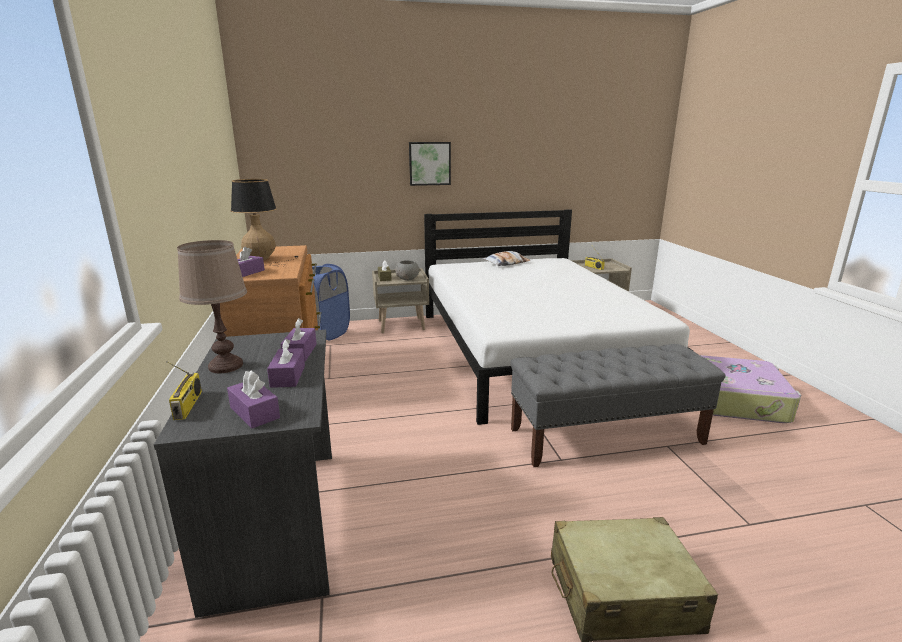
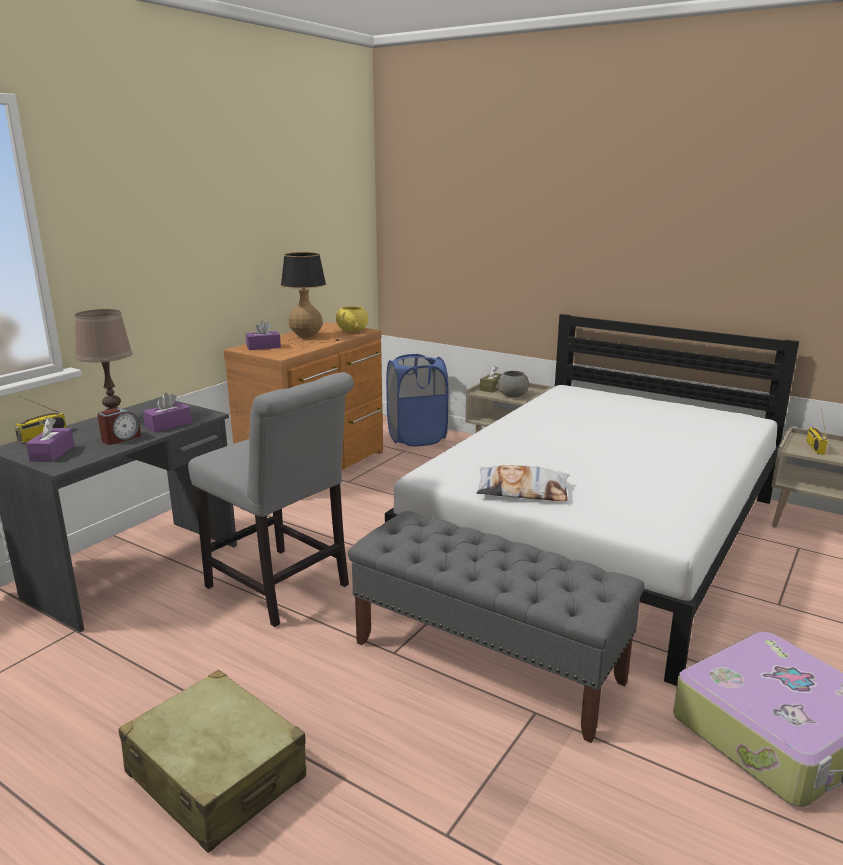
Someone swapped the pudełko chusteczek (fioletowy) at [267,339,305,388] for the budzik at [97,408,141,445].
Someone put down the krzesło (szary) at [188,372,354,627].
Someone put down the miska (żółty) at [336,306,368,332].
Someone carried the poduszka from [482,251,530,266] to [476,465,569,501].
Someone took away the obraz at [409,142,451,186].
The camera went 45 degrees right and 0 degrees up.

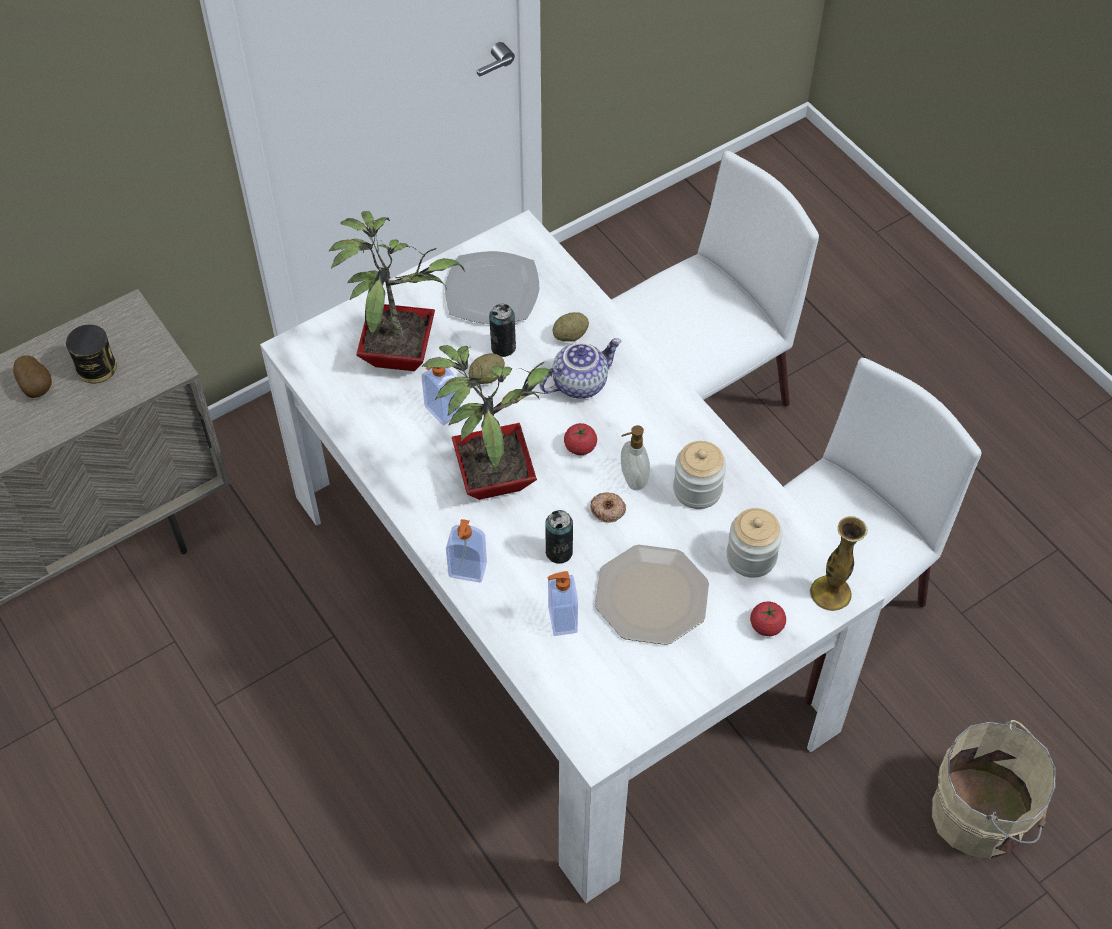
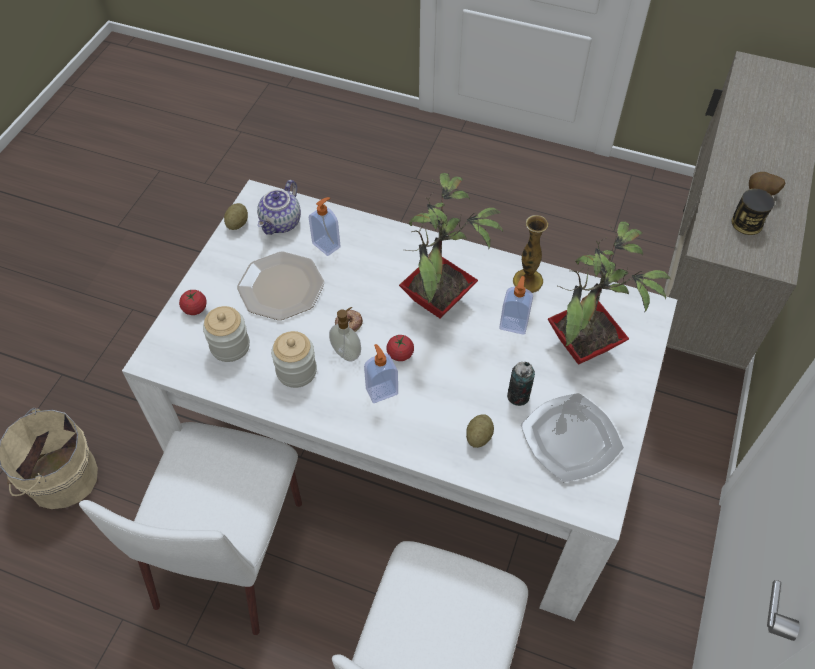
Someone carried the ziemniak from [468,353,505,384] to [224,203,248,230].
Someone carried the imbryk from [540,338,621,399] to [257,180,301,235].
Someone carried the dozownik mydła from [446,519,487,582] to [364,344,398,403].
Someone carried the wazon from [809,516,868,611] to [513,215,548,293].
Someone took away the puszka at [545,510,573,564].
The camera went 145 degrees right and 0 degrees up.

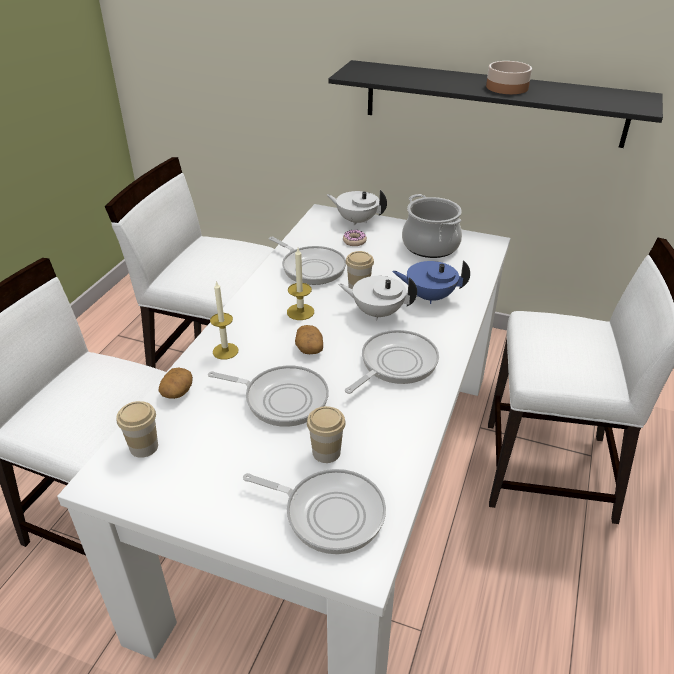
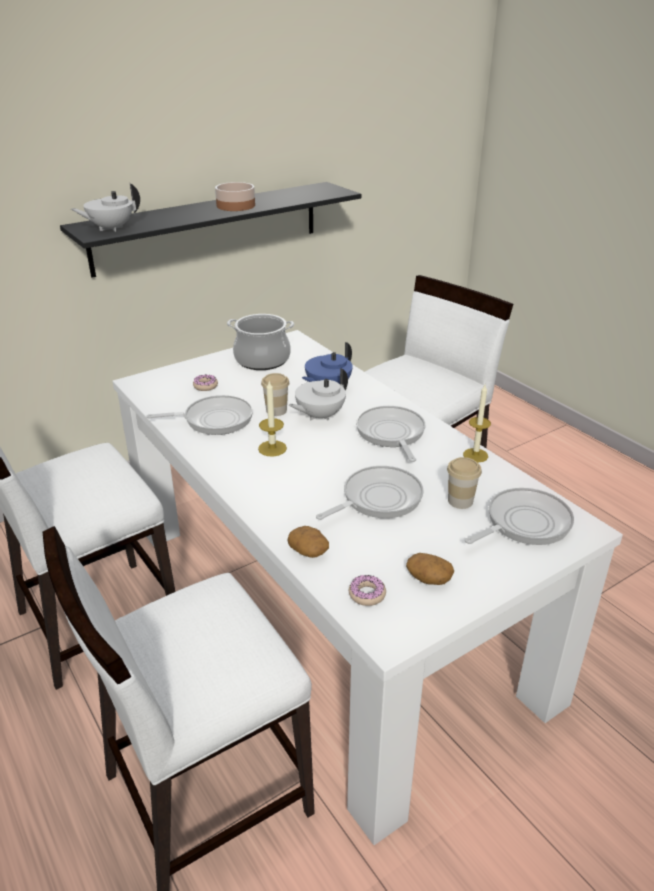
Someone carried the imbryk (biały) from [327,190,387,226] to [71,183,140,232].
Someone swapped the filiżanka at [117,401,158,458] for the donut at [349,575,386,606].
Someone carried the ziemniak from [295,325,323,354] to [406,553,454,585].
Someone carried the świeca from [210,281,239,360] to [463,385,491,463].
The camera went 55 degrees left and 5 degrees down.

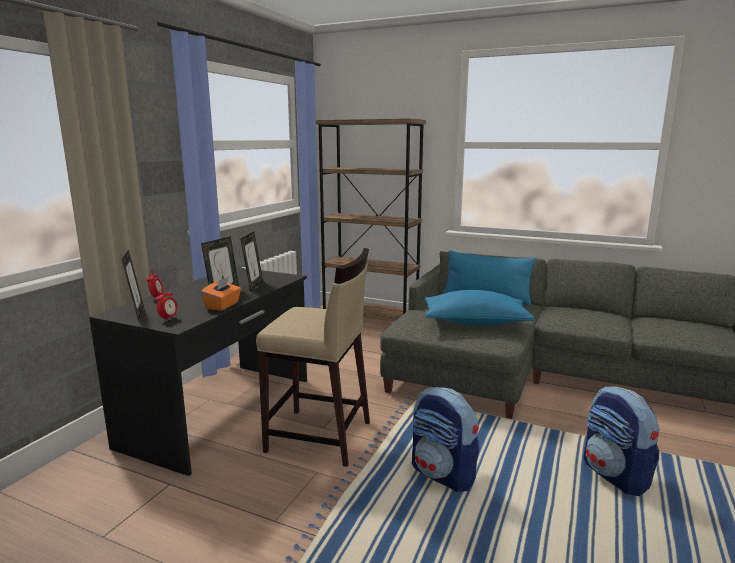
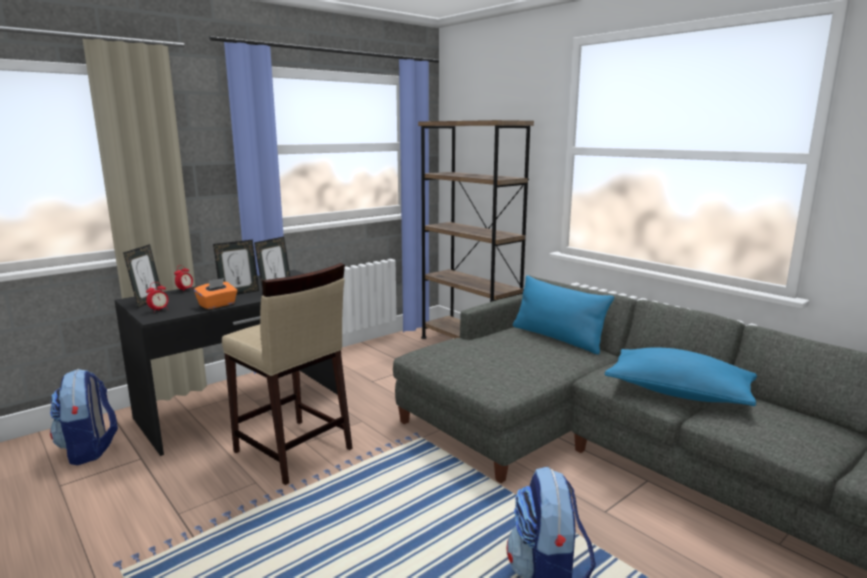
Someone carried the plecak from [412,387,480,492] to [50,369,118,465].
Someone carried the poduszka (niebieski) from [425,290,534,326] to [605,348,757,406].
The camera went 25 degrees right and 0 degrees up.

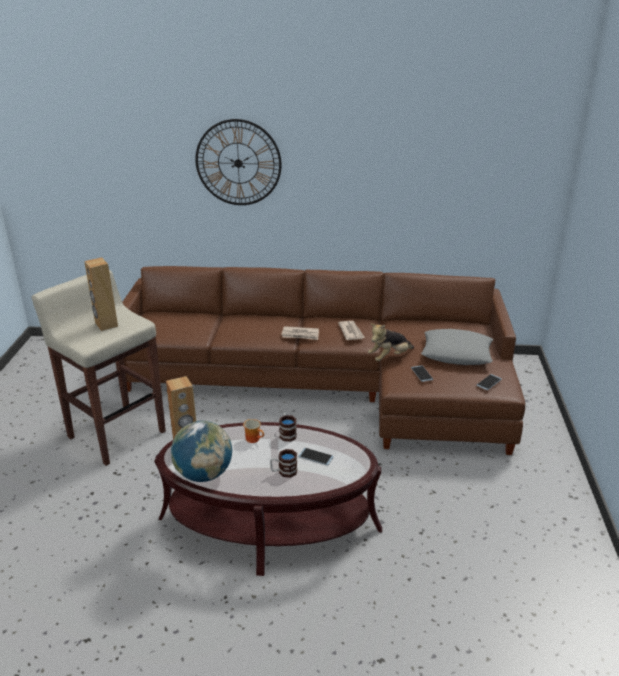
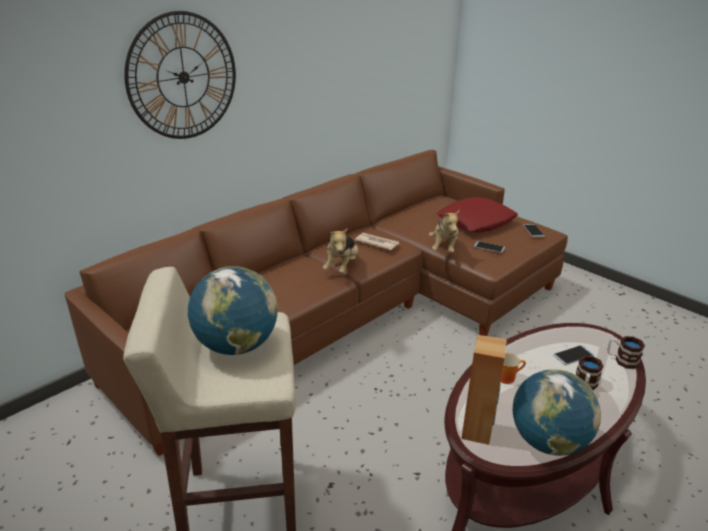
Someone swapped the głośnik (brązowy) at [84,257,118,331] for the globus at [188,266,278,355].
Someone swapped the gazeta at [281,326,319,340] for the pluszak at [323,228,358,274].
Someone repainted the poduszka (szary) at [421,329,493,365], which became the poduszka (czerwony) at [437,197,518,232].
Someone carried the kubek from [279,413,297,442] to [607,336,645,369].
The camera went 50 degrees left and 0 degrees up.

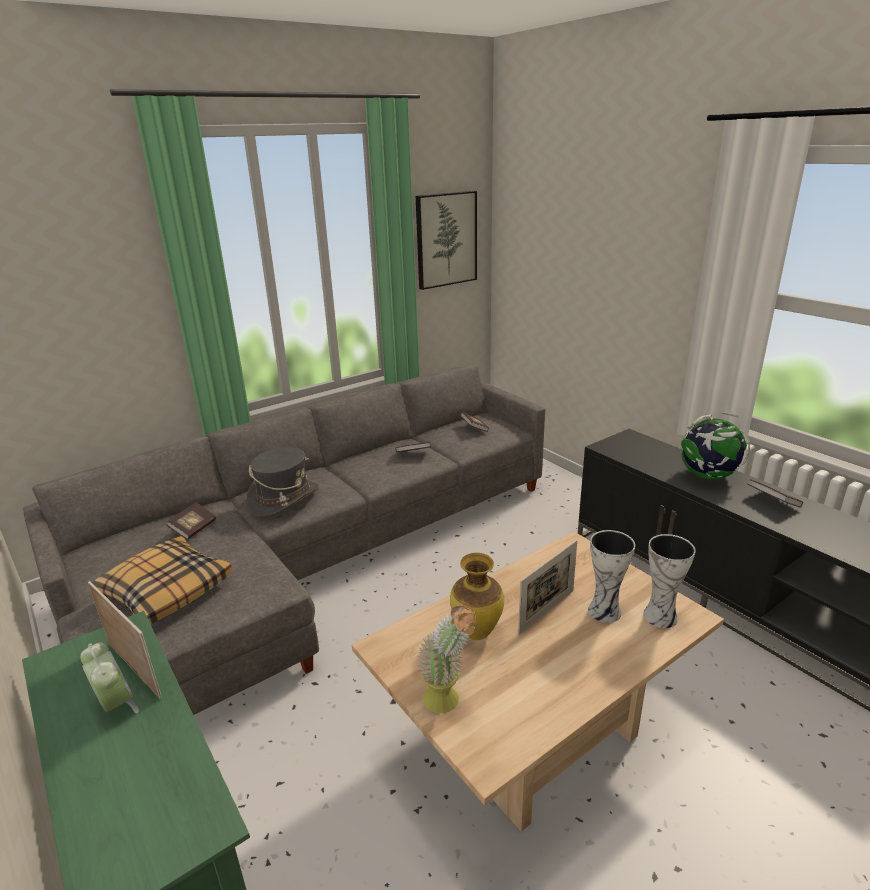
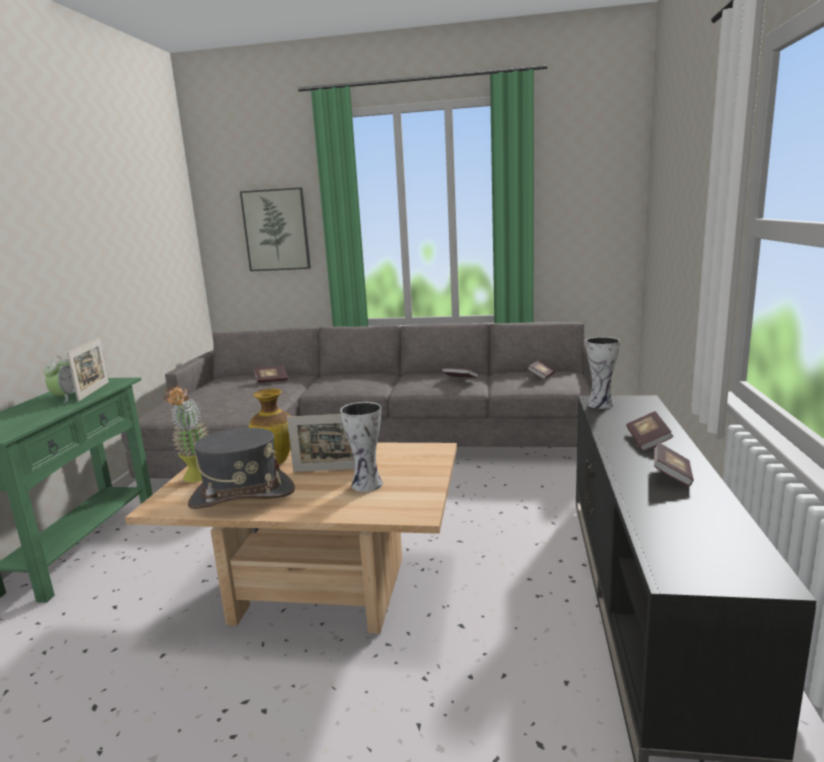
Someone carried the kapelusz (szary) from [246,447,319,517] to [188,428,295,509].
Someone carried the obraz from [416,191,477,290] to [240,188,311,271].
Someone carried the wazon from [643,534,696,628] to [585,337,620,409].
Someone swapped the globus at [681,412,750,480] for the książka at [626,411,674,451].
Someone took away the poduszka at [92,536,232,624].
The camera went 45 degrees right and 10 degrees down.

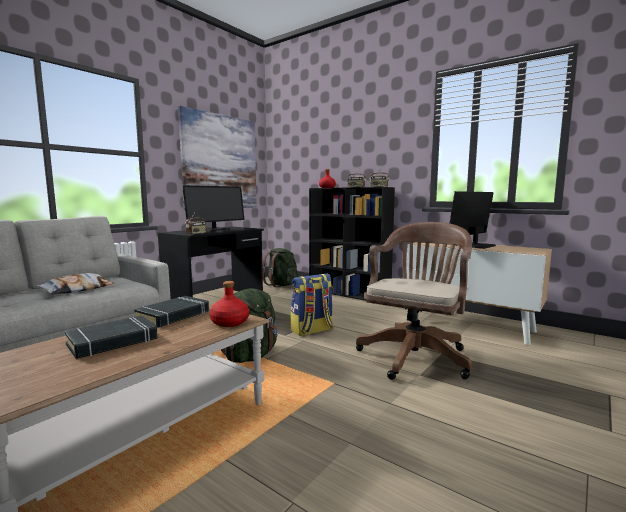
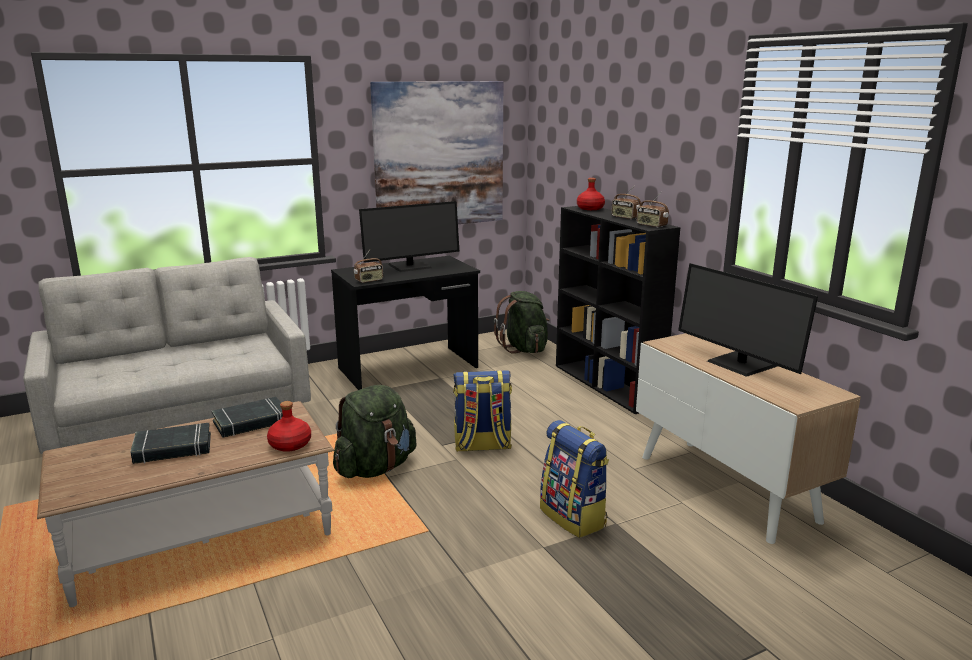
Someone swapped the krzesło biurowe (brązowy) at [356,222,472,380] for the plecak at [540,420,609,538].
Someone rotated the monitor at [450,191,496,249] by 105 degrees counterclockwise.
Someone took away the poduszka at [36,273,114,295].
The camera went 25 degrees right and 10 degrees up.

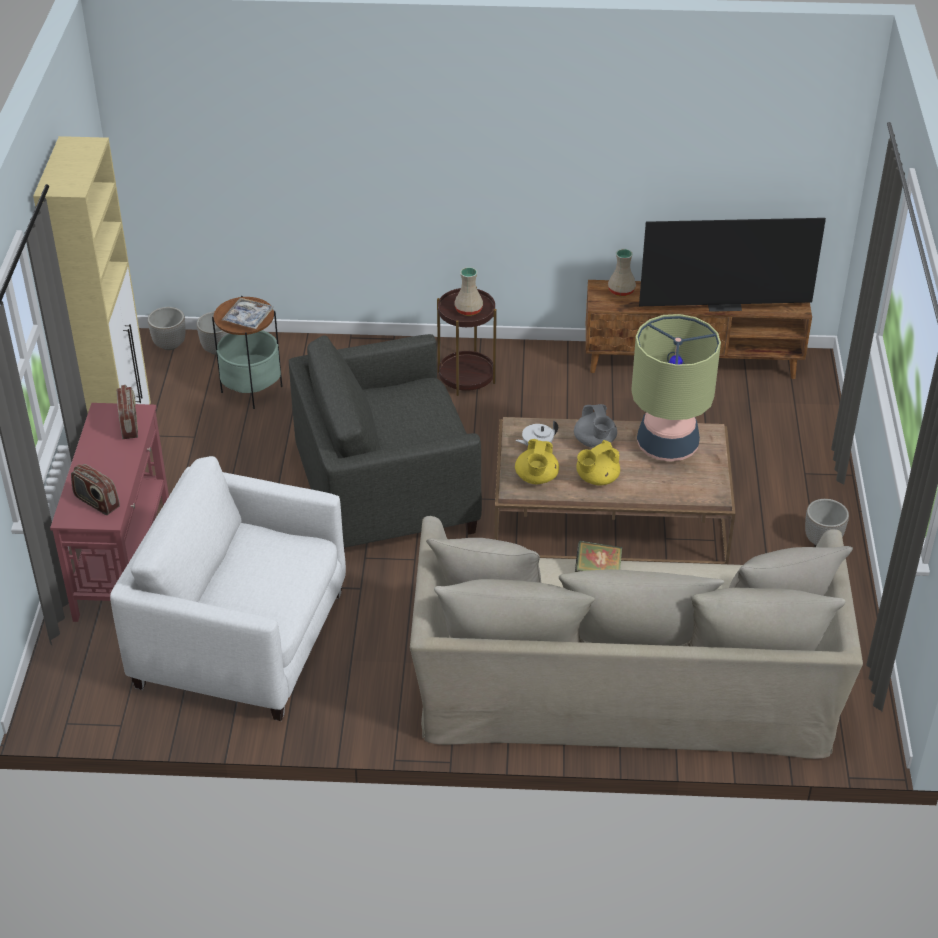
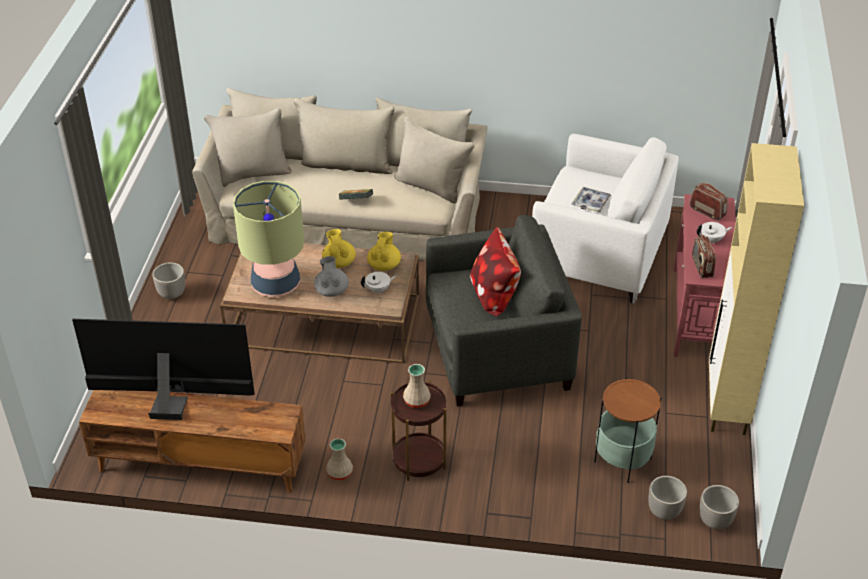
Someone rotated the imbryk (żółty) at [576,440,620,485] by 75 degrees counterclockwise.
Someone carried the wazon (beżowy) from [608,249,636,297] to [326,438,353,480].
Someone put down the poduszka at [470,227,521,317].
Someone carried the taca from [222,298,274,329] to [572,187,611,213].
Someone put down the imbryk (biały) at [697,222,732,244].
The camera went 175 degrees left and 0 degrees up.

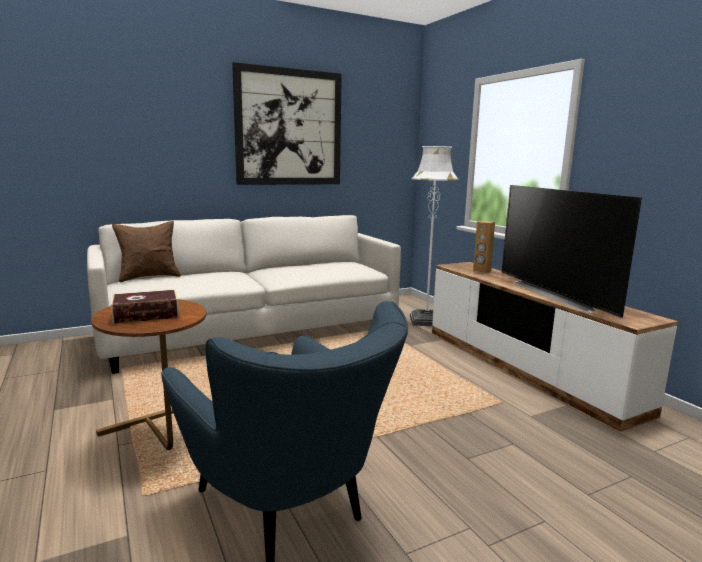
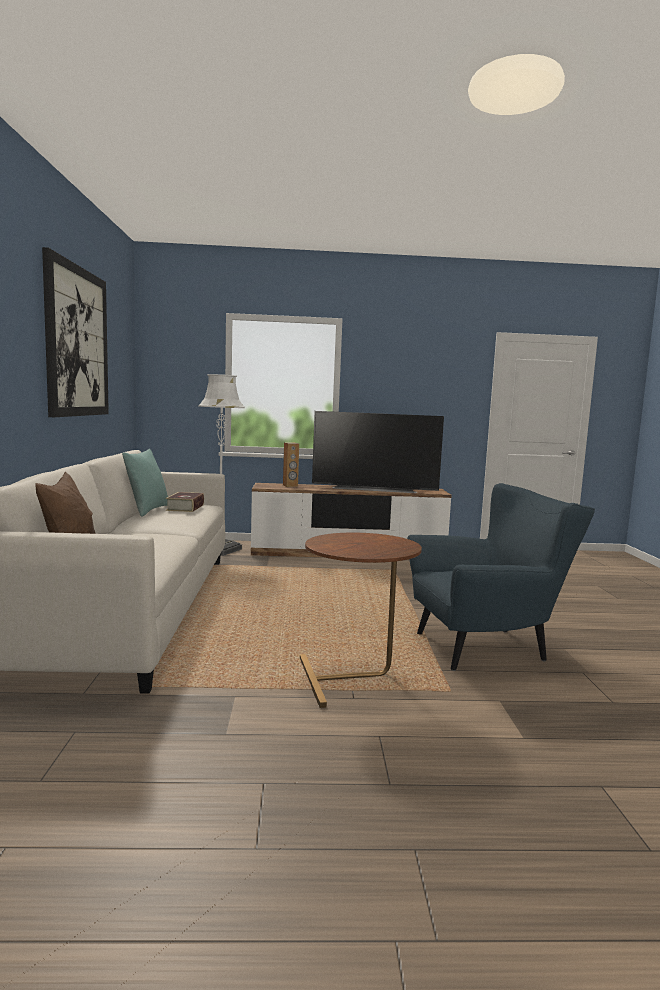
Someone put down the poduszka (turkusowy) at [122,449,168,517].
Someone carried the książka from [111,289,180,324] to [166,492,204,512].
The camera went 65 degrees left and 5 degrees down.

